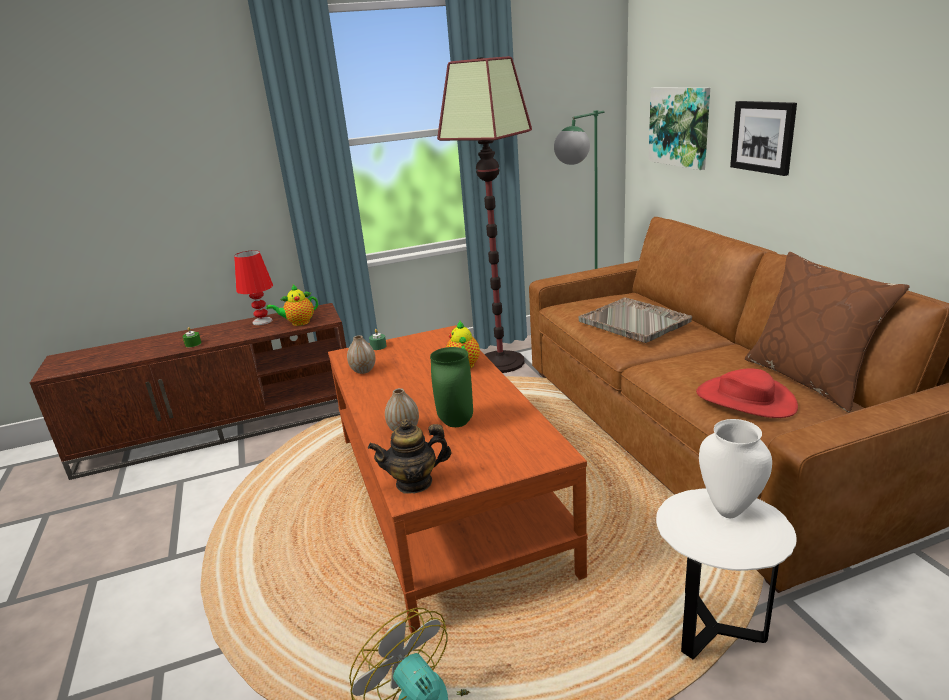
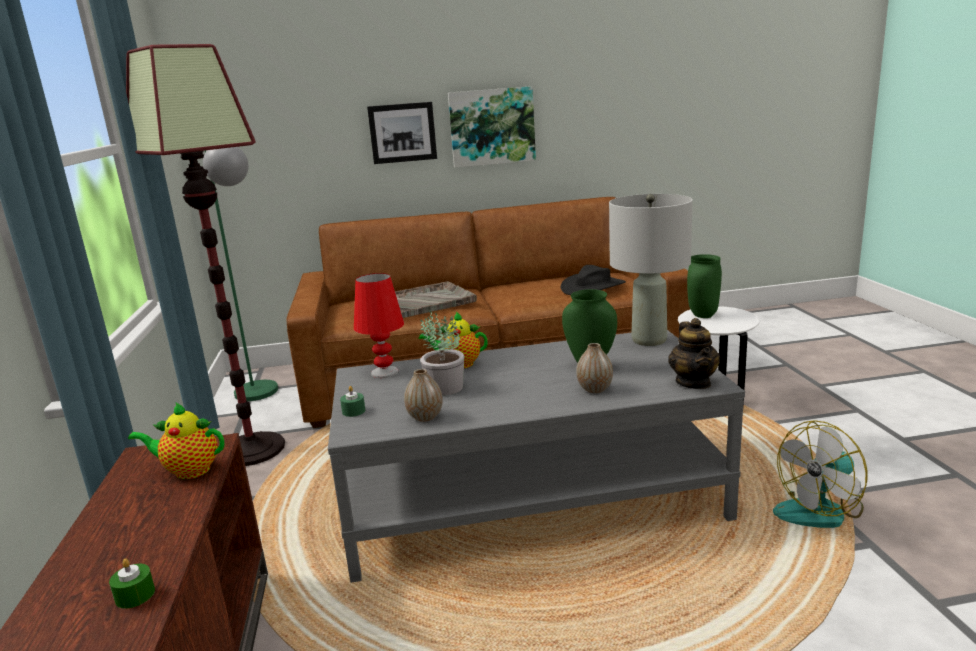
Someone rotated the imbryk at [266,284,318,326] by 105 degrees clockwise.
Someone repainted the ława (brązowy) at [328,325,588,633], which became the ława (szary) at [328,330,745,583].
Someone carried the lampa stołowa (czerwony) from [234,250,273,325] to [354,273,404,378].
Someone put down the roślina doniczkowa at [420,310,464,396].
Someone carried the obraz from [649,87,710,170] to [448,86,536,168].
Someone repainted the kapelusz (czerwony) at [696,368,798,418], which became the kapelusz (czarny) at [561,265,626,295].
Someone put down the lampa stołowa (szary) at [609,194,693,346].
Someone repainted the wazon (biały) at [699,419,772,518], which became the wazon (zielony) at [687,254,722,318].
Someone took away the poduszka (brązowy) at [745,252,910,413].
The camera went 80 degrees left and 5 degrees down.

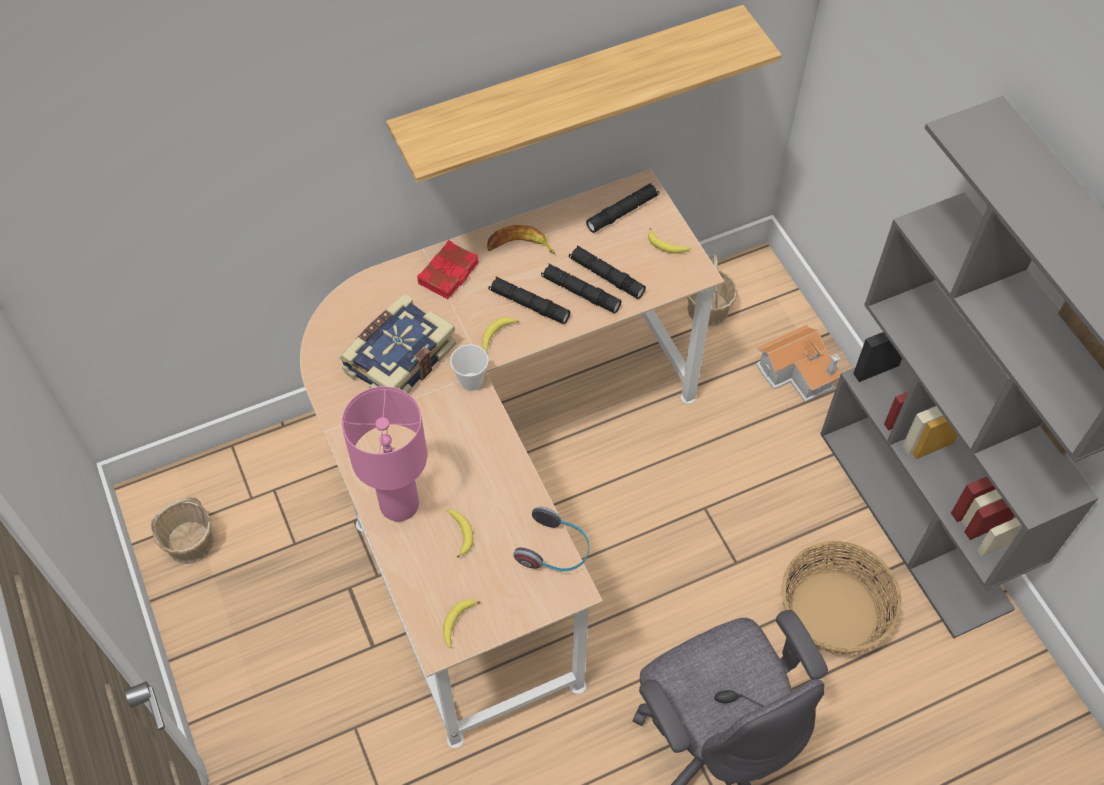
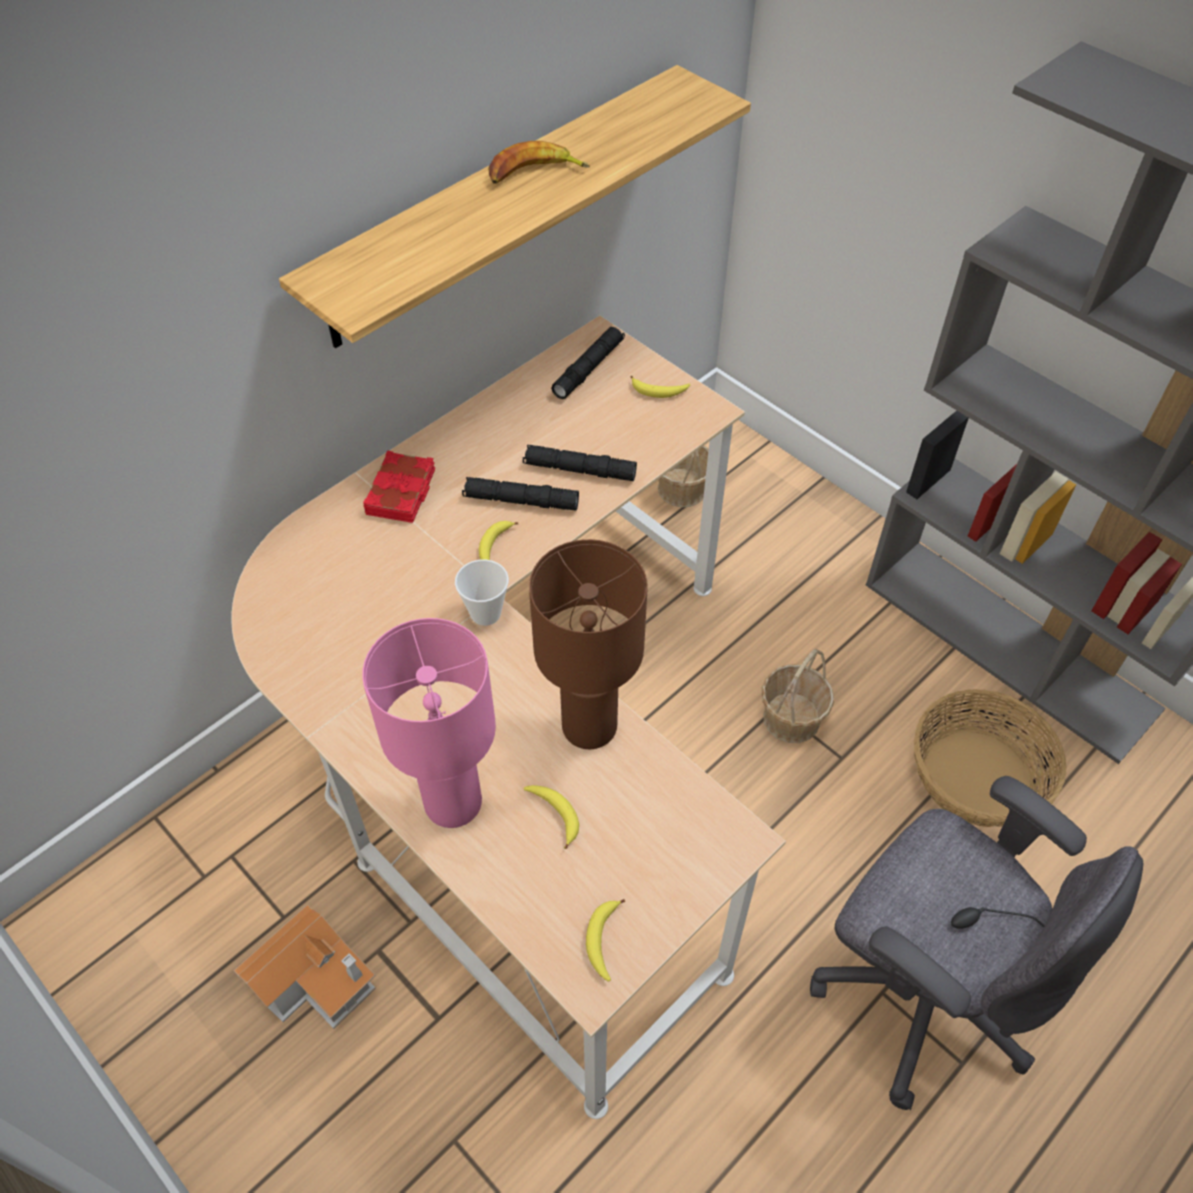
Someone carried the domek from [756,324,841,402] to [234,904,376,1029].
Someone carried the banan from [487,225,555,254] to [488,141,590,184].
Someone put down the lampa stołowa (brązowy) at [529,539,648,749].
Someone carried the koszyk from [151,497,214,564] to [761,649,834,743].
Someone took away the książka at [339,294,457,394].
Someone took away the słuchawki at [513,507,589,572].
Someone took away the latarka (czarny) at [569,245,646,299].
The camera went 20 degrees left and 5 degrees down.

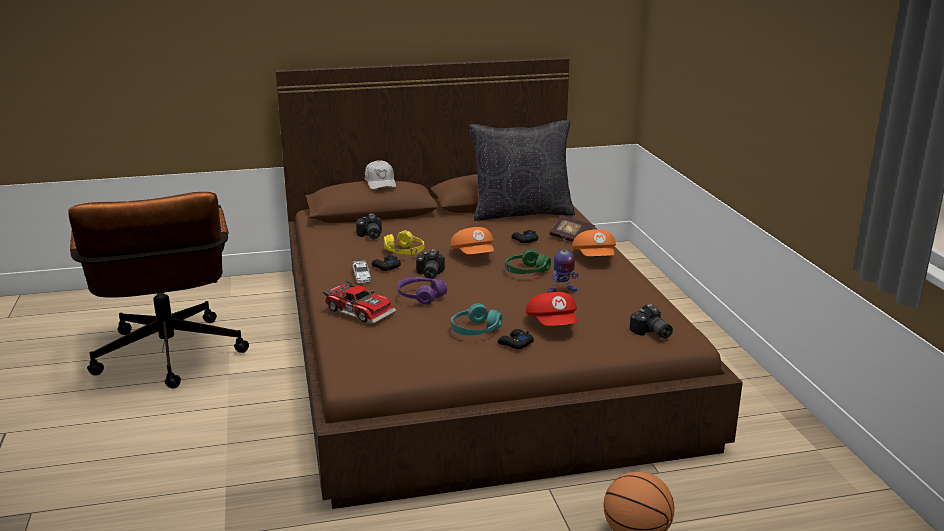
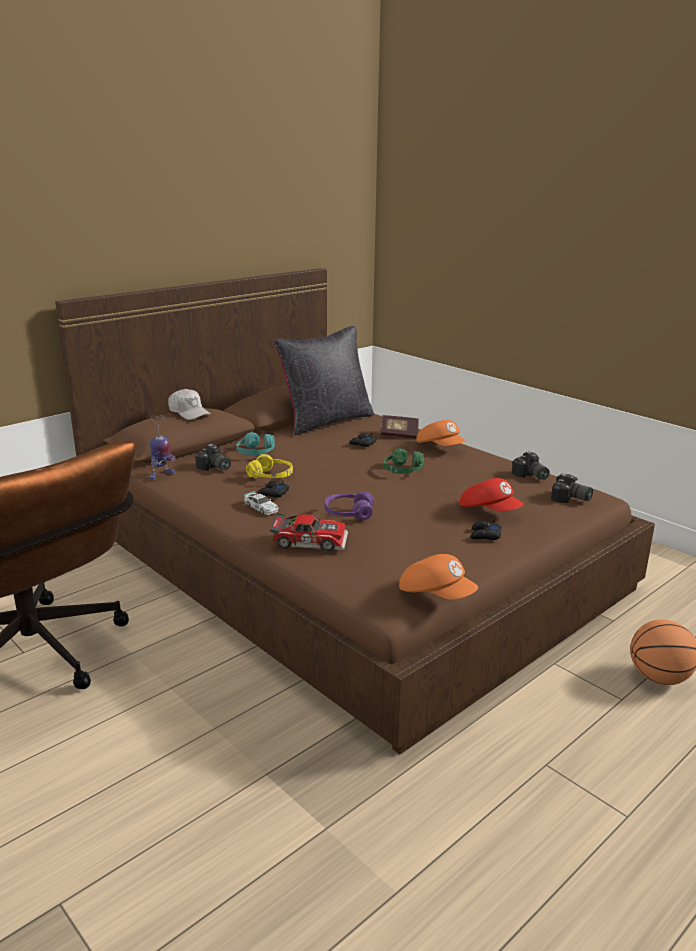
Someone carried the robot zabawkowy from [548,229,579,293] to [149,416,176,480].
Someone carried the słuchawki (turkusowy) from [451,303,503,335] to [236,432,275,456].
Someone carried the czapka z daszkiem (pomarańczowy) from [450,227,494,254] to [399,554,478,600].
Someone carried the aparat fotograficzny from [416,249,445,279] to [512,451,550,480].
The camera went 30 degrees left and 0 degrees up.

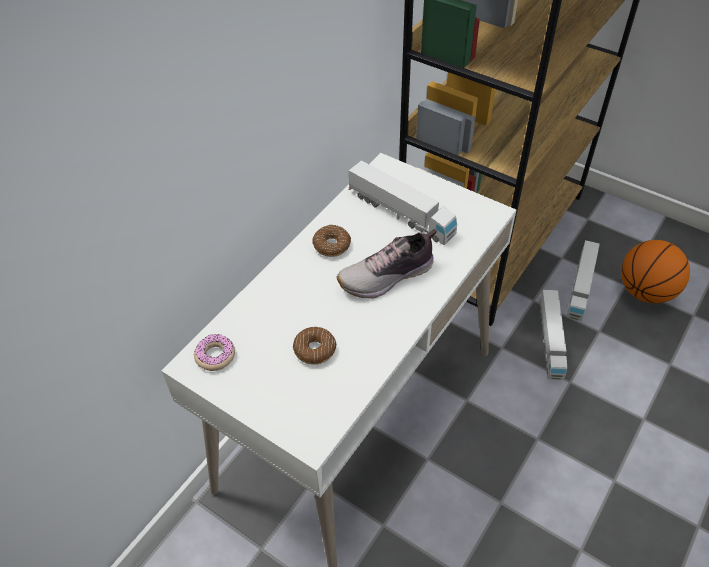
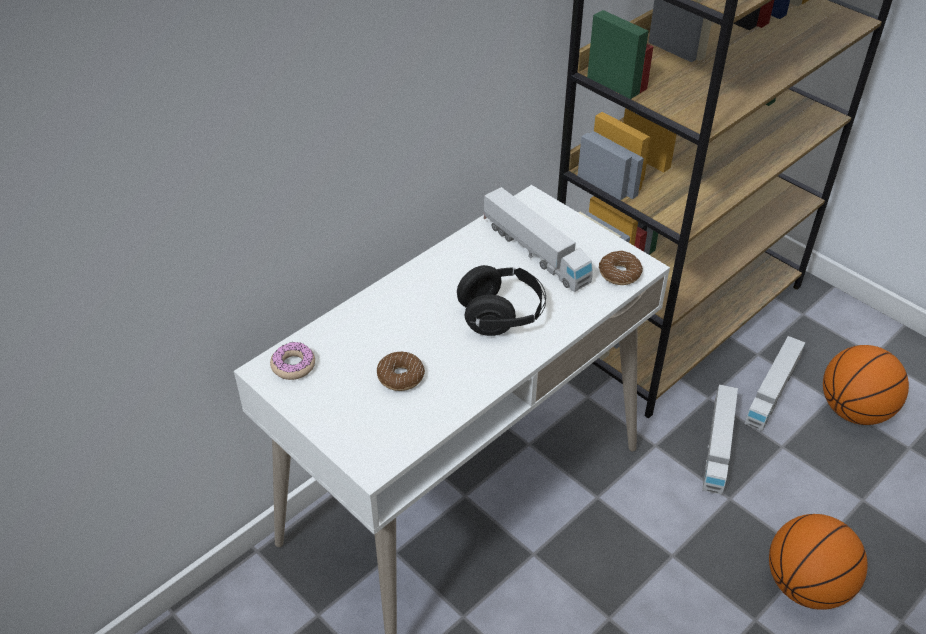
Someone swapped the but at [337,229,437,299] for the słuchawki (czarny) at [457,265,546,336].
Someone carried the donut from [312,225,351,257] to [599,250,643,285].
Someone put down the piłka do koszykówki at [769,514,868,610].
The camera went 10 degrees right and 5 degrees down.

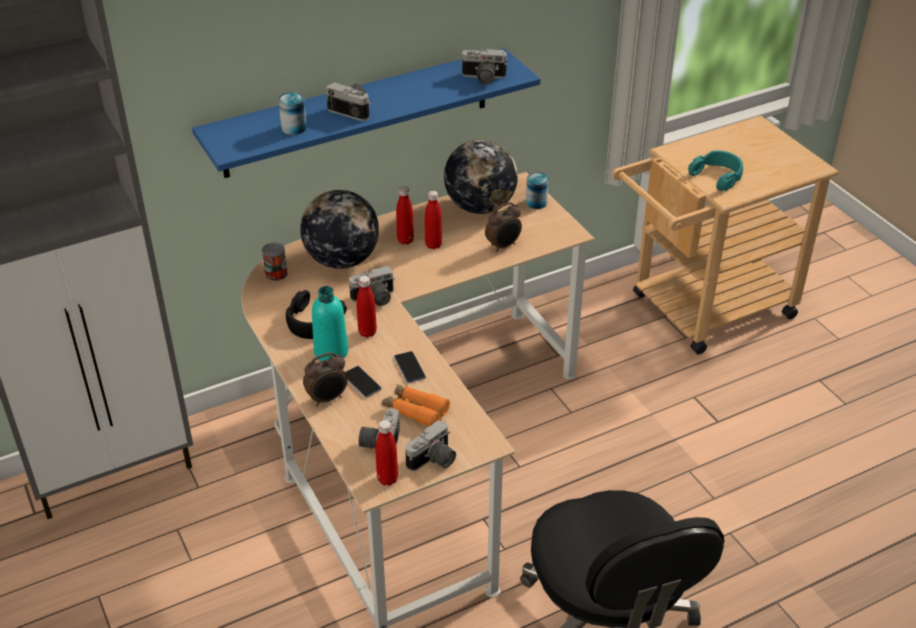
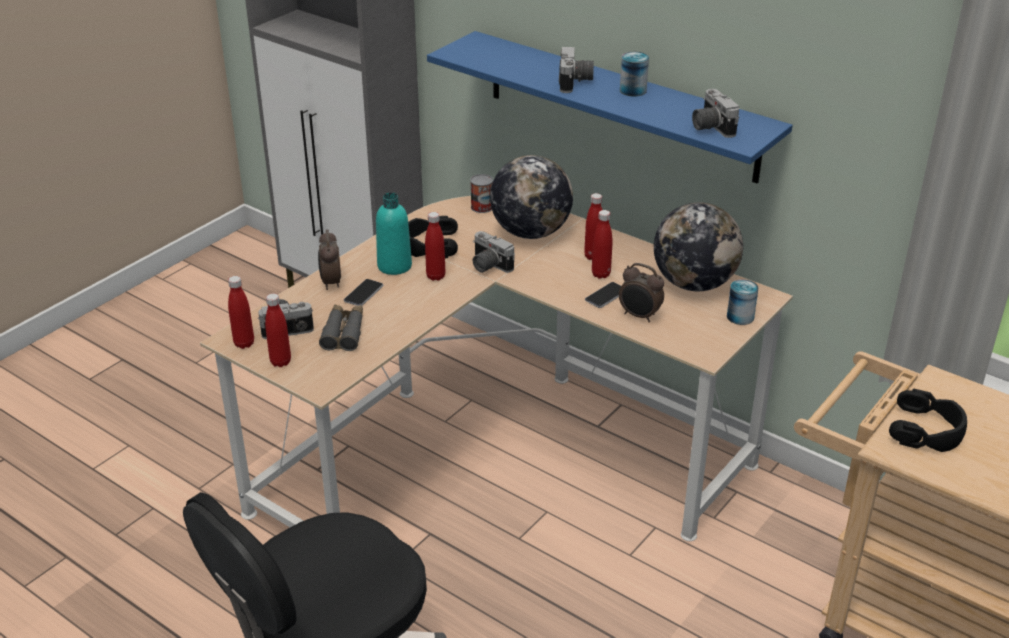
Someone swapped the aparat fotograficzny at [405,420,456,471] for the butelka (czerwony) at [265,293,291,367].
Someone rotated the budzik at [303,352,348,406] by 45 degrees clockwise.
Someone repainted the lornetka (pomarańczowy) at [382,384,450,426], which became the lornetka (szary) at [319,304,363,351].
Someone carried the telefon from [394,351,426,383] to [585,282,621,308].
Someone carried the puszka from [278,92,307,135] to [620,52,649,97].
Someone repainted the słuchawki (turkusowy) at [688,150,743,191], which became the słuchawki (czarny) at [889,389,967,452].
The camera went 65 degrees right and 5 degrees down.

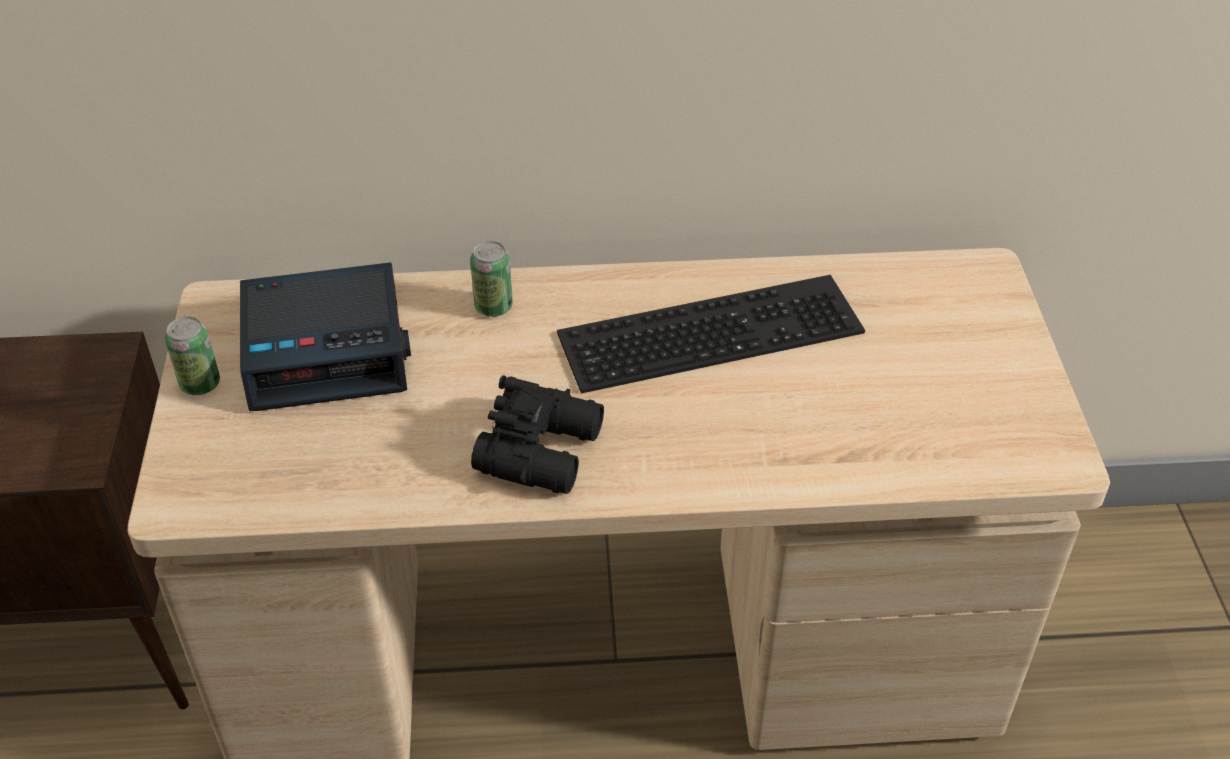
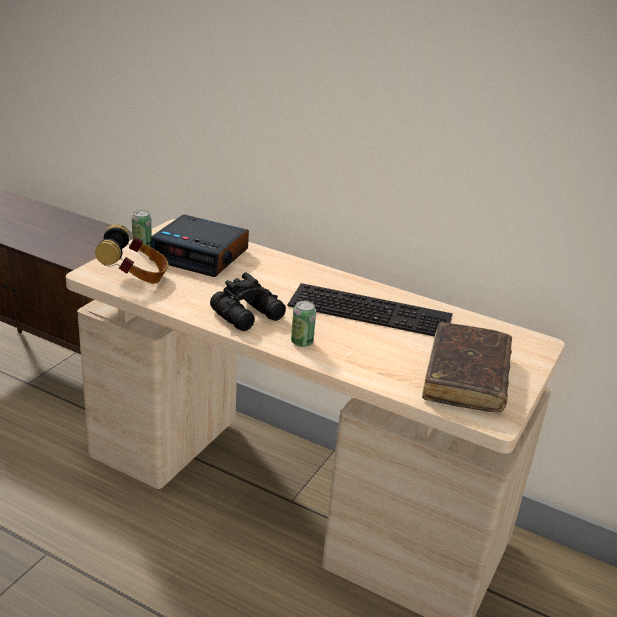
Someone put down the słuchawki at [95,224,168,284].
Someone carried the puszka from [470,241,513,317] to [291,301,316,347].
Someone put down the książka (brązowy) at [422,322,512,412].
The camera went 30 degrees right and 15 degrees down.

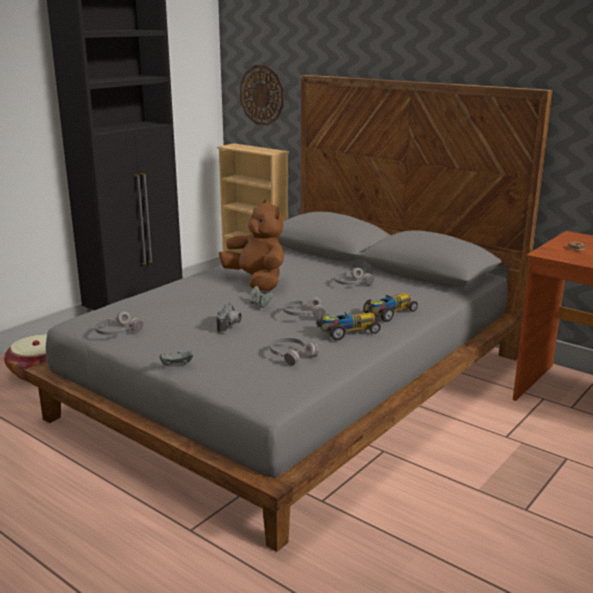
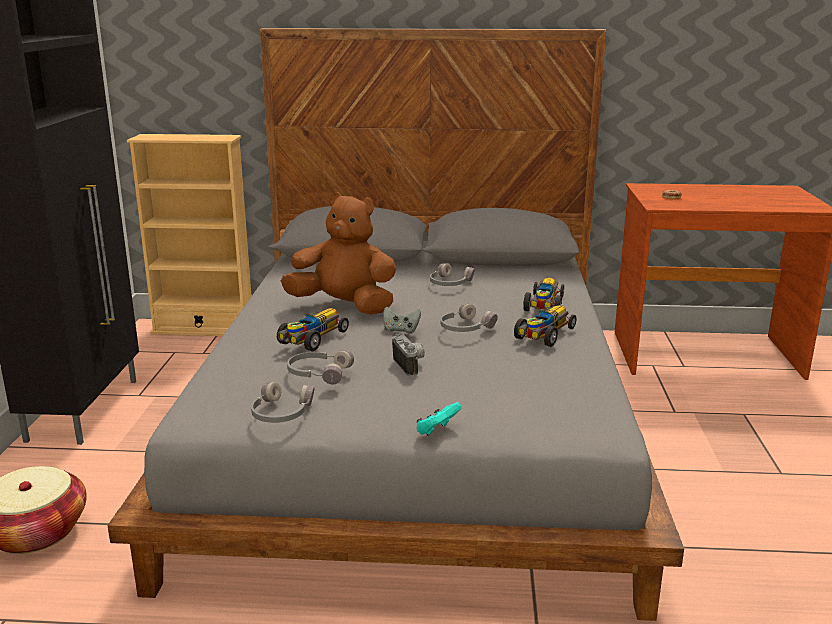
Someone put down the samochodzik at [277,308,349,352].
Someone carried the słuchawki (szary) from [270,338,319,366] to [287,350,354,384].
Someone repainted the pad do gier (szary) at [160,350,194,367], which became the pad do gier (turkusowy) at [416,402,461,435].
Someone took away the zegar ścienny at [240,65,284,126].
The camera went 35 degrees left and 0 degrees up.

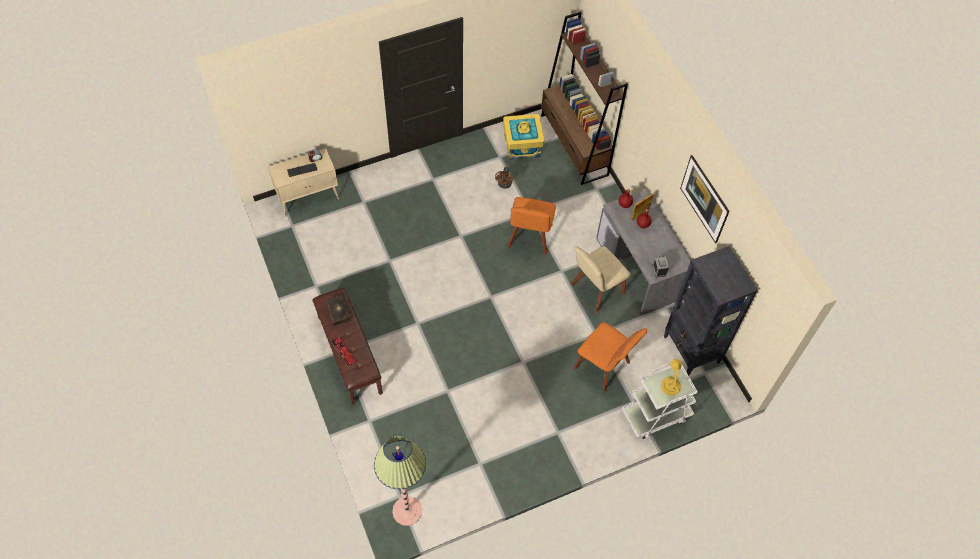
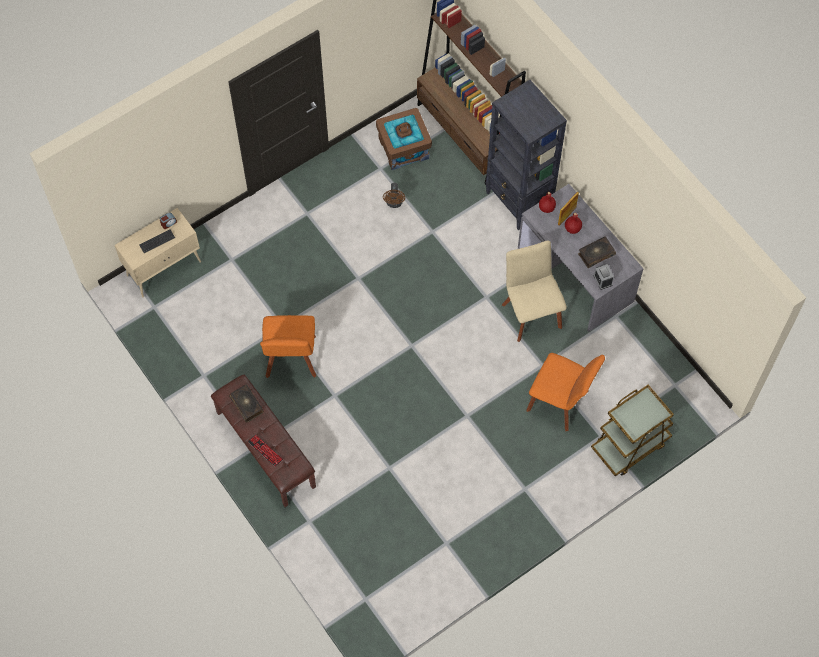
Someone carried the krzesło (pomarańczowy) from [507,197,556,255] to [260,315,316,378].
Someone repainted the pojemnik do przechowywania (żółty) at [503,114,544,160], which became the pojemnik do przechowywania (brązowy) at [376,108,432,170].
Someone carried the regał (czarny) from [664,246,758,376] to [486,80,567,230].
Someone rotated the krzesło (beżowy) at [571,246,631,313] by 120 degrees clockwise.
Someone put down the książka at [578,236,616,268].
Someone repainted the wózek (biały) at [622,364,698,439], which became the wózek (brązowy) at [591,385,674,476].
Someone took away the lampa stojąca at [374,435,426,526].
Someone took away the lampa stołowa (żółty) at [661,359,682,396].
Someone took away the obraz at [680,155,730,243].
The camera went 10 degrees left and 5 degrees up.

